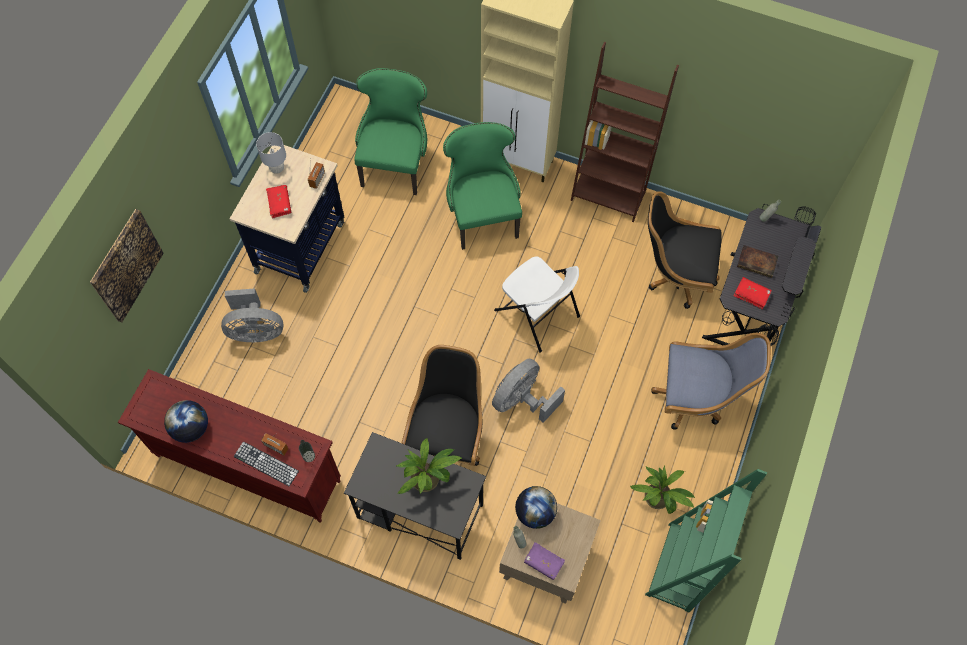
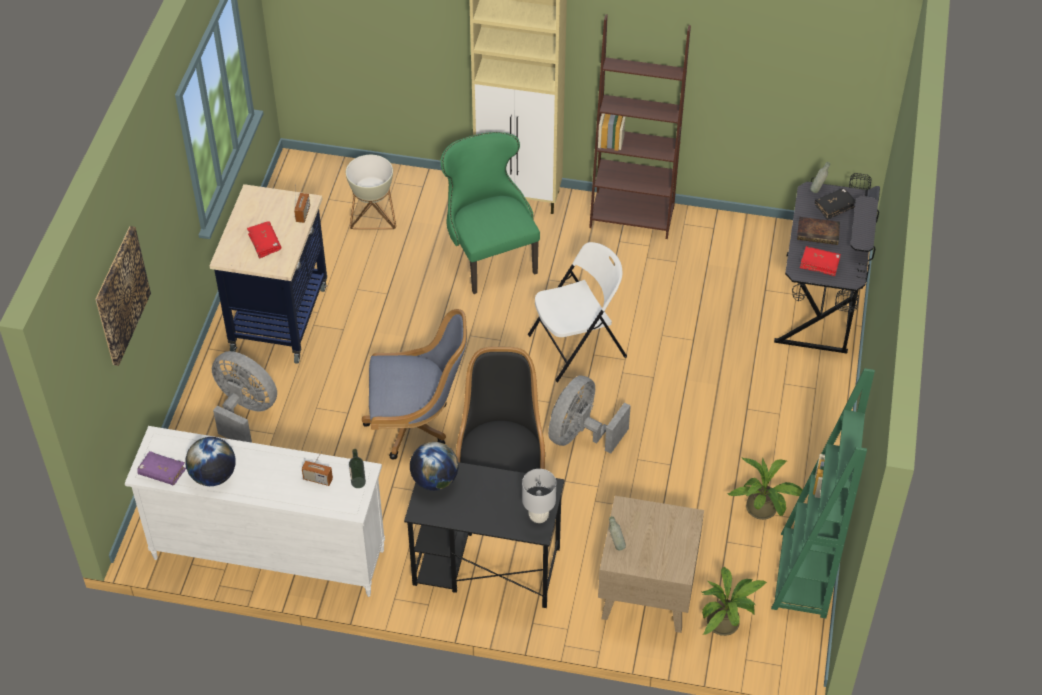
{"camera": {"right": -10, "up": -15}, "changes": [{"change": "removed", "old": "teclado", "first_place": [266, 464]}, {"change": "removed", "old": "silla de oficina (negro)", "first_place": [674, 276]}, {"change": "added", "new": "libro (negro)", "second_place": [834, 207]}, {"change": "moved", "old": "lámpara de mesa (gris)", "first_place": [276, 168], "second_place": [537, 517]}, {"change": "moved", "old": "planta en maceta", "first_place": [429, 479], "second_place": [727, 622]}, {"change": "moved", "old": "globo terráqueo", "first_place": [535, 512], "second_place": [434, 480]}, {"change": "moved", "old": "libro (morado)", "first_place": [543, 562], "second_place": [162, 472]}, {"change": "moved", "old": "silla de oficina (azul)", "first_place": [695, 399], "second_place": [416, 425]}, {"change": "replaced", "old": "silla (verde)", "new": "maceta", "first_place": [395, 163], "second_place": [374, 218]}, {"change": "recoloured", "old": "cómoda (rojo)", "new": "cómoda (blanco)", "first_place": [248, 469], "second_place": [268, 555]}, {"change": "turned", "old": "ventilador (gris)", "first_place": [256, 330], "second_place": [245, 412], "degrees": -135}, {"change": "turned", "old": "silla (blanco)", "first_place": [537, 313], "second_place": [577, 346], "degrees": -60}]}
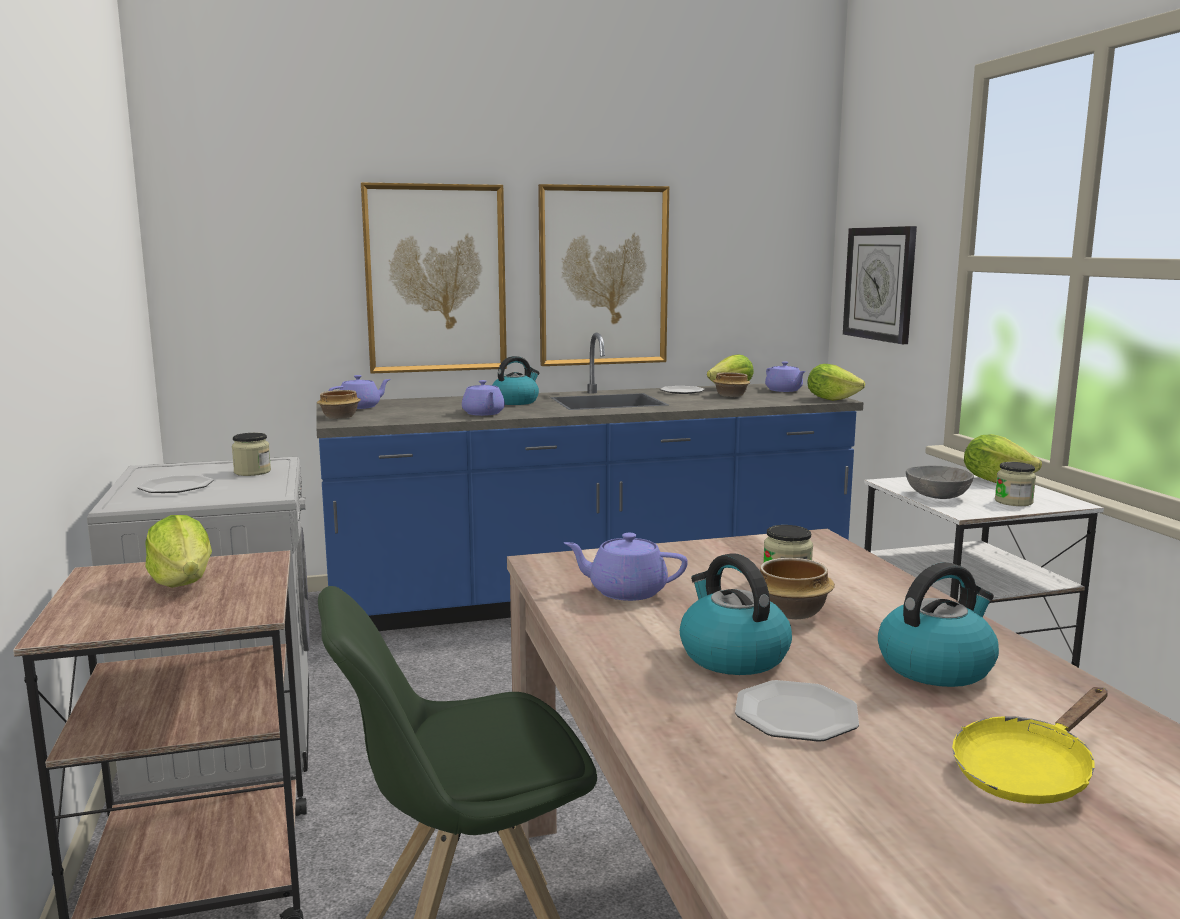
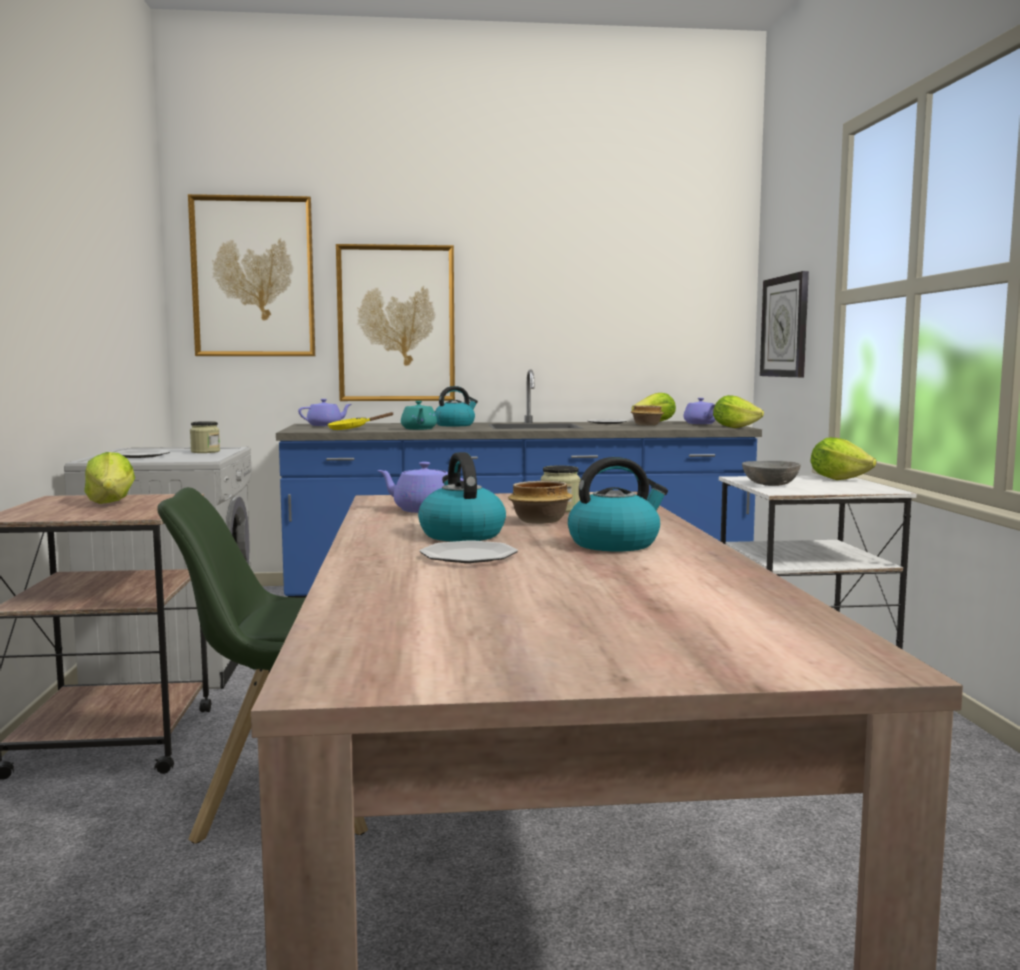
{"camera": {"right": 10, "up": -5}, "changes": [{"change": "removed", "old": "cuenco", "first_place": [340, 417]}, {"change": "removed", "old": "tarro", "first_place": [1013, 502]}, {"change": "moved", "old": "cuadro", "first_place": [603, 276], "second_place": [253, 277]}, {"change": "moved", "old": "sartén (amarillo)", "first_place": [1027, 772], "second_place": [352, 429]}, {"change": "recoloured", "old": "tetera (morado)", "new": "tetera (turquesa)", "first_place": [483, 413], "second_place": [419, 429]}]}
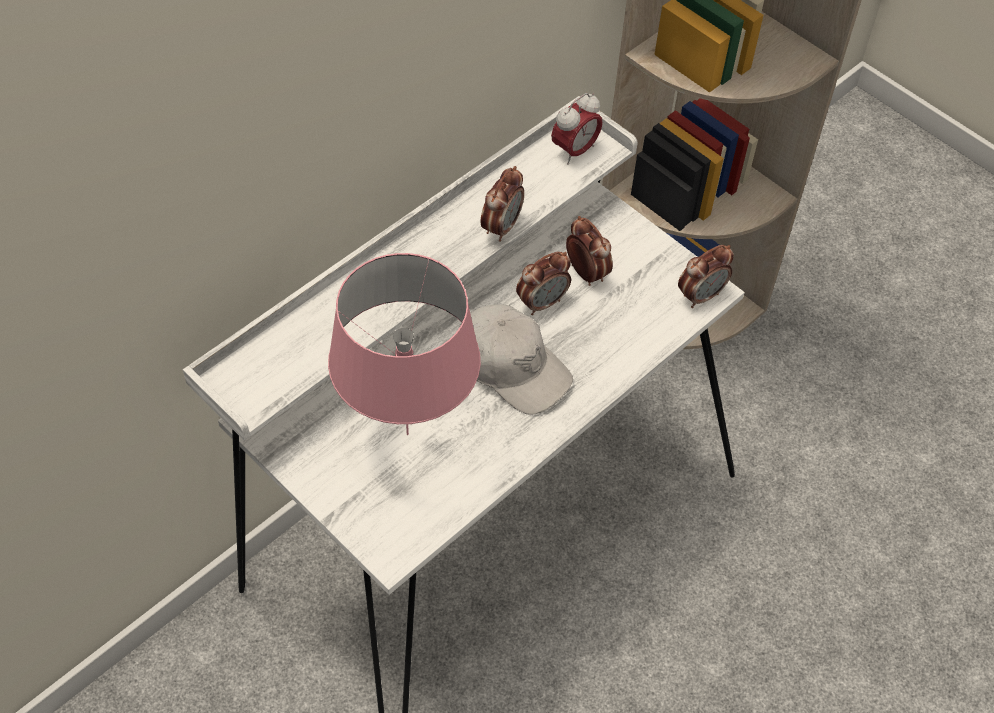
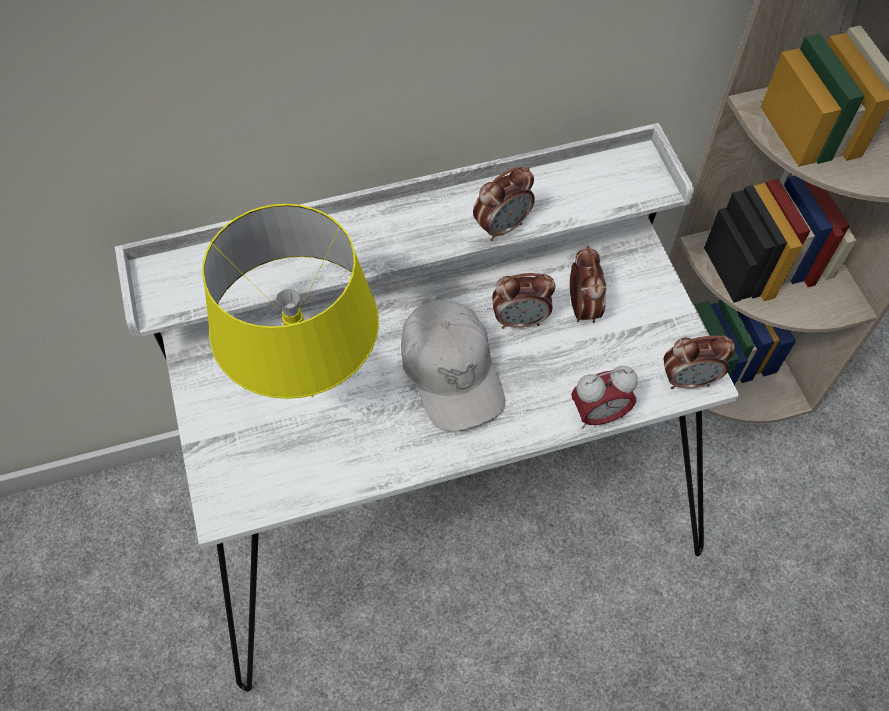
{"camera": {"right": 30, "up": 5}, "changes": [{"change": "moved", "old": "despertador", "first_place": [574, 151], "second_place": [598, 414]}, {"change": "recoloured", "old": "lámpara de mesa (rosa)", "new": "lámpara de mesa (amarillo)", "first_place": [407, 432], "second_place": [312, 394]}]}
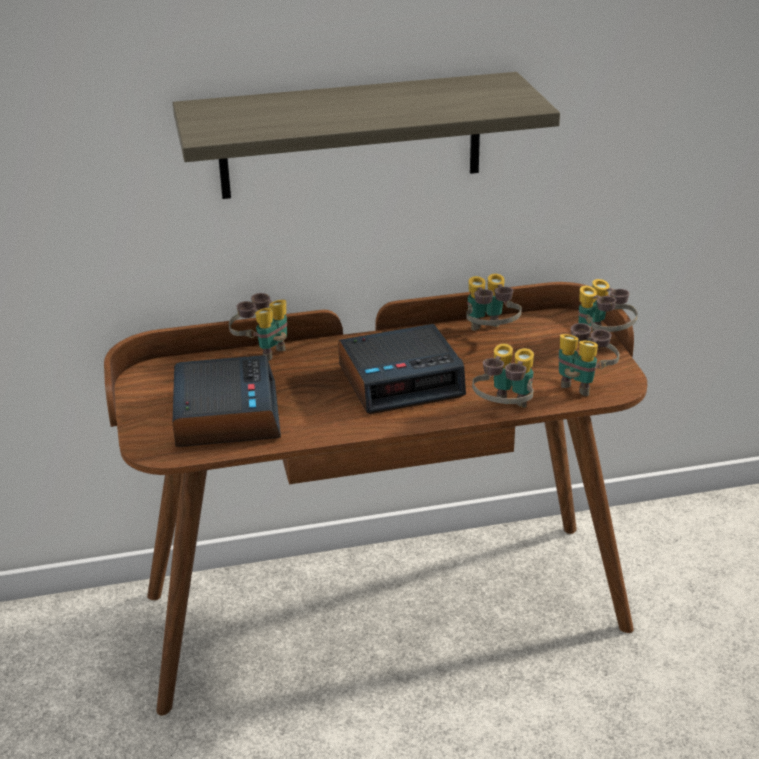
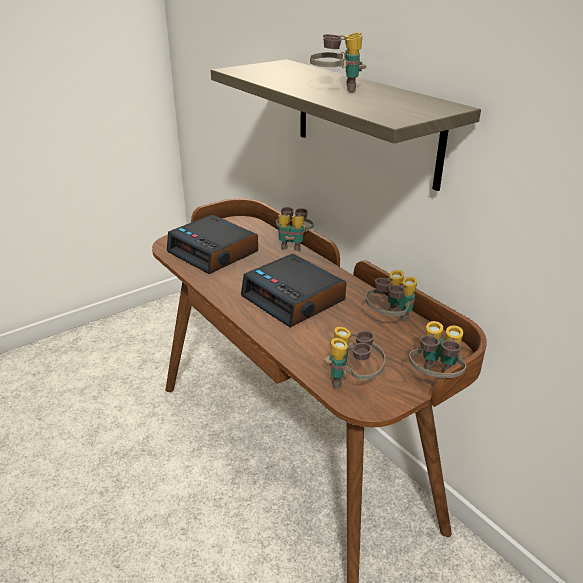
{"camera": {"right": 65, "up": 0}, "changes": [{"change": "moved", "old": "prismáticos", "first_place": [505, 411], "second_place": [337, 89]}, {"change": "turned", "old": "despertador", "first_place": [225, 414], "second_place": [214, 252], "degrees": 75}]}
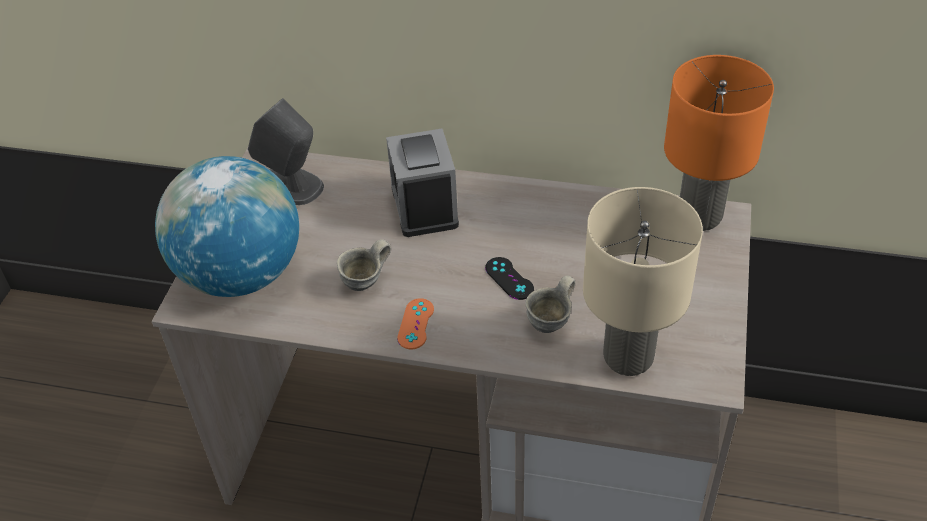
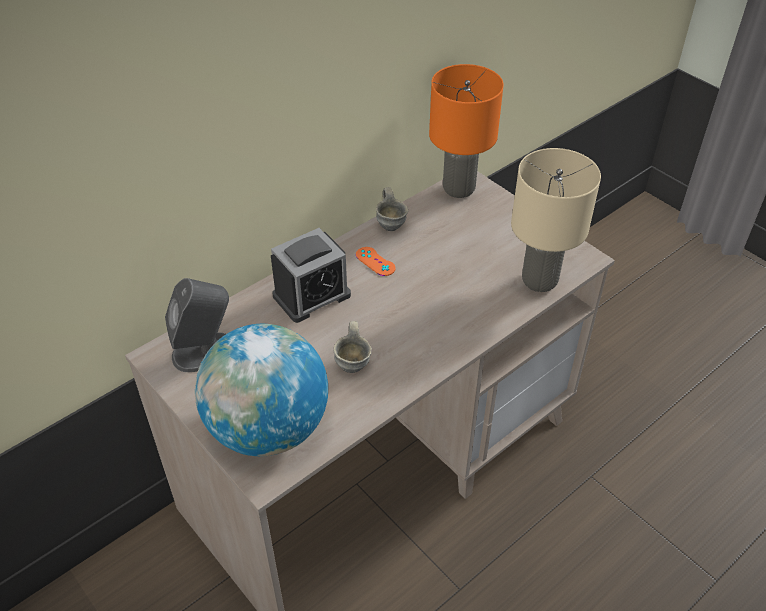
{"camera": {"right": -55, "up": 0}, "changes": [{"change": "removed", "old": "mando de consola (negro)", "first_place": [509, 278]}, {"change": "moved", "old": "mando de consola (naranja)", "first_place": [416, 324], "second_place": [375, 261]}, {"change": "moved", "old": "taza grande (gris)", "first_place": [552, 324], "second_place": [392, 224]}, {"change": "turned", "old": "despertador", "first_place": [424, 206], "second_place": [311, 295], "degrees": -60}]}
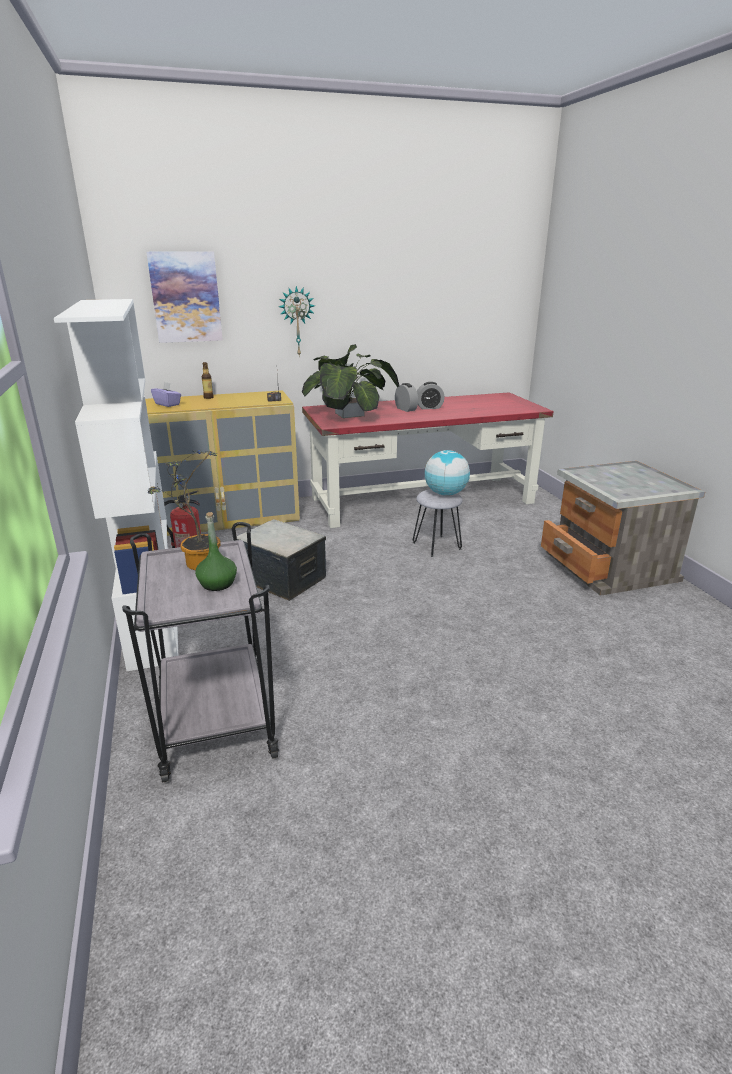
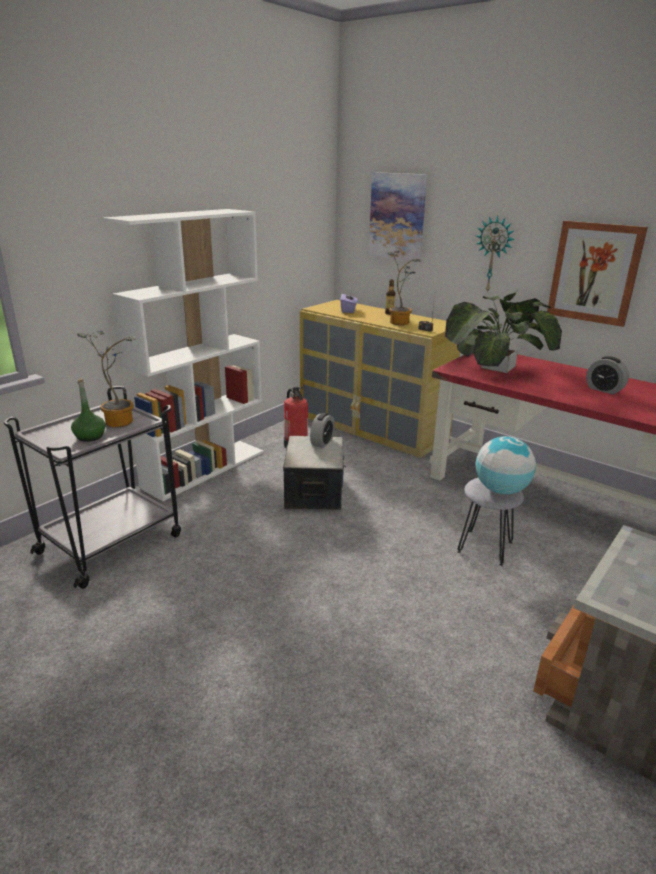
{"camera": {"right": 55, "up": 0}, "changes": [{"change": "added", "new": "planta en maceta", "second_place": [400, 322]}, {"change": "added", "new": "cuadro", "second_place": [594, 273]}, {"change": "moved", "old": "despertador", "first_place": [406, 409], "second_place": [322, 442]}]}
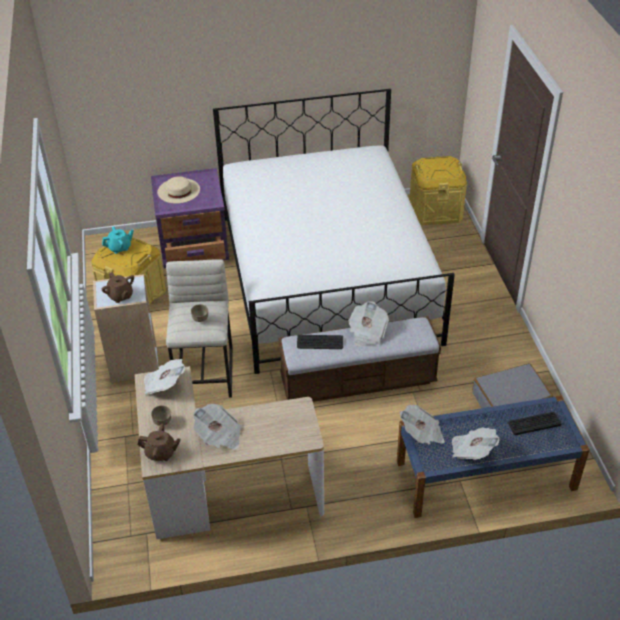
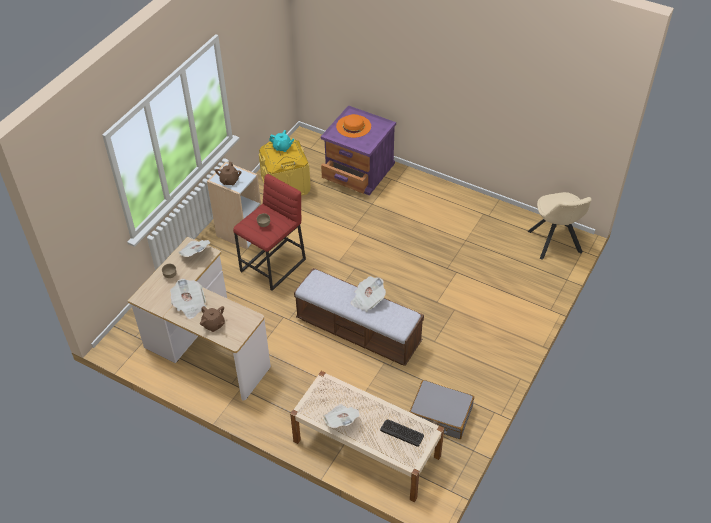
{"camera": {"right": 40, "up": 5}, "changes": [{"change": "removed", "old": "cama (blanco)", "first_place": [326, 277]}, {"change": "removed", "old": "teclado", "first_place": [320, 342]}, {"change": "removed", "old": "periódico", "first_place": [422, 434]}, {"change": "moved", "old": "tetera (marrón)", "first_place": [161, 453], "second_place": [213, 325]}, {"change": "replaced", "old": "caja de almacenaje (amarillo)", "new": "silla (beis)", "first_place": [435, 210], "second_place": [555, 243]}, {"change": "recoloured", "old": "sombrero (beis)", "new": "sombrero (naranja)", "first_place": [178, 190], "second_place": [353, 126]}, {"change": "recoloured", "old": "taburete (beis)", "new": "taburete (rojo)", "first_place": [205, 373], "second_place": [273, 265]}, {"change": "recoloured", "old": "banco (azul)", "new": "banco (beis)", "first_place": [485, 476], "second_place": [366, 449]}]}
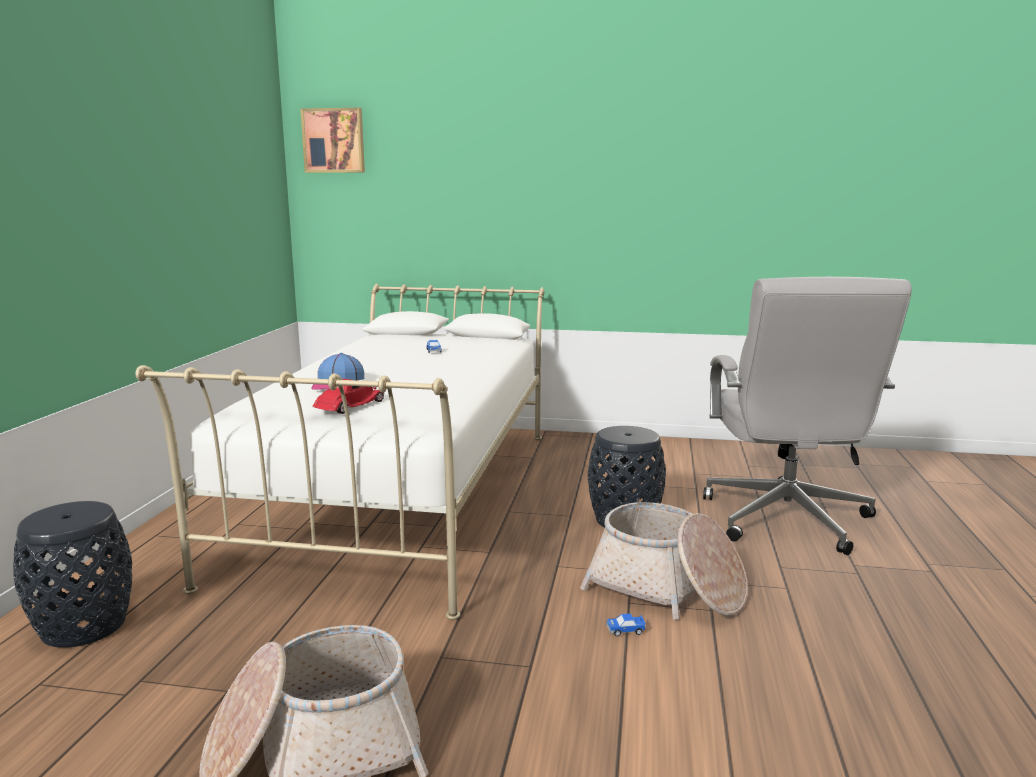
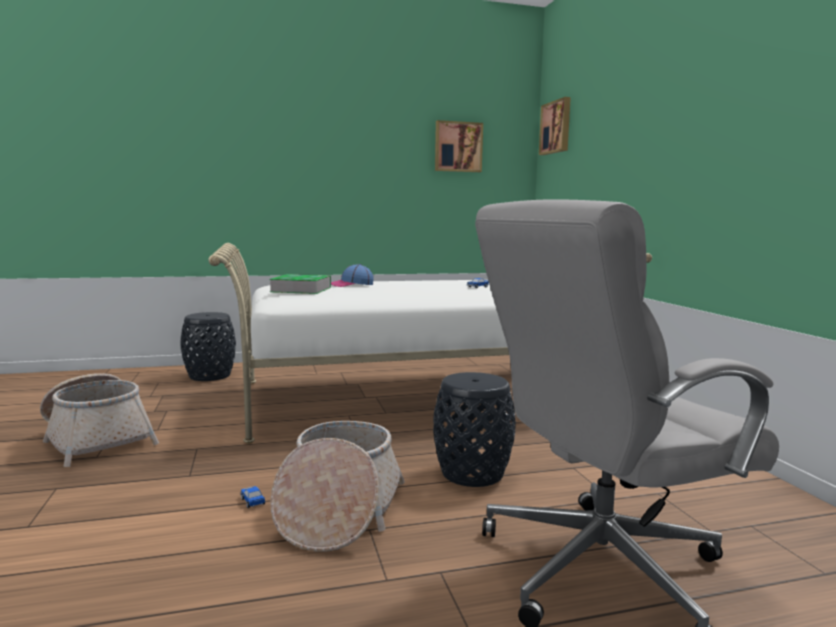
{"camera": {"right": 65, "up": -5}, "changes": [{"change": "added", "new": "cuadro", "second_place": [458, 147]}, {"change": "replaced", "old": "coche de juguete (rojo)", "new": "libro", "first_place": [349, 406], "second_place": [301, 289]}]}
